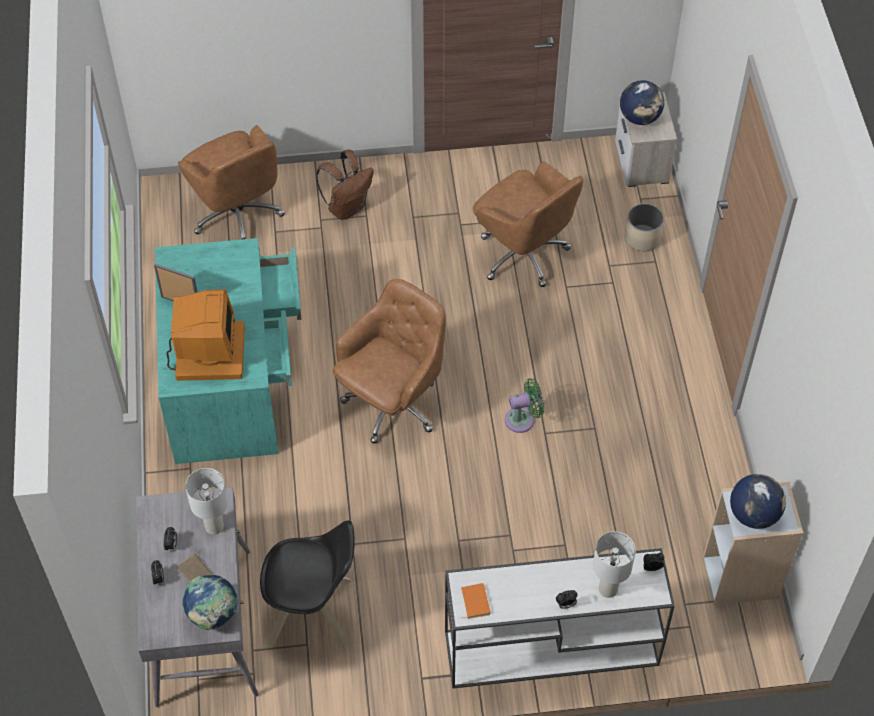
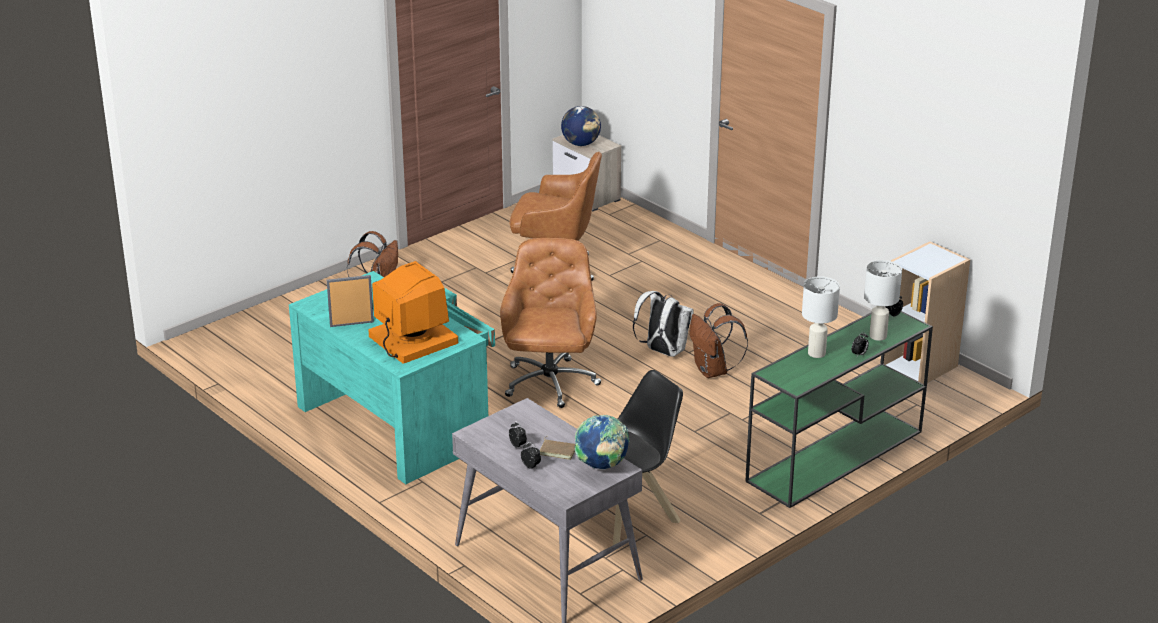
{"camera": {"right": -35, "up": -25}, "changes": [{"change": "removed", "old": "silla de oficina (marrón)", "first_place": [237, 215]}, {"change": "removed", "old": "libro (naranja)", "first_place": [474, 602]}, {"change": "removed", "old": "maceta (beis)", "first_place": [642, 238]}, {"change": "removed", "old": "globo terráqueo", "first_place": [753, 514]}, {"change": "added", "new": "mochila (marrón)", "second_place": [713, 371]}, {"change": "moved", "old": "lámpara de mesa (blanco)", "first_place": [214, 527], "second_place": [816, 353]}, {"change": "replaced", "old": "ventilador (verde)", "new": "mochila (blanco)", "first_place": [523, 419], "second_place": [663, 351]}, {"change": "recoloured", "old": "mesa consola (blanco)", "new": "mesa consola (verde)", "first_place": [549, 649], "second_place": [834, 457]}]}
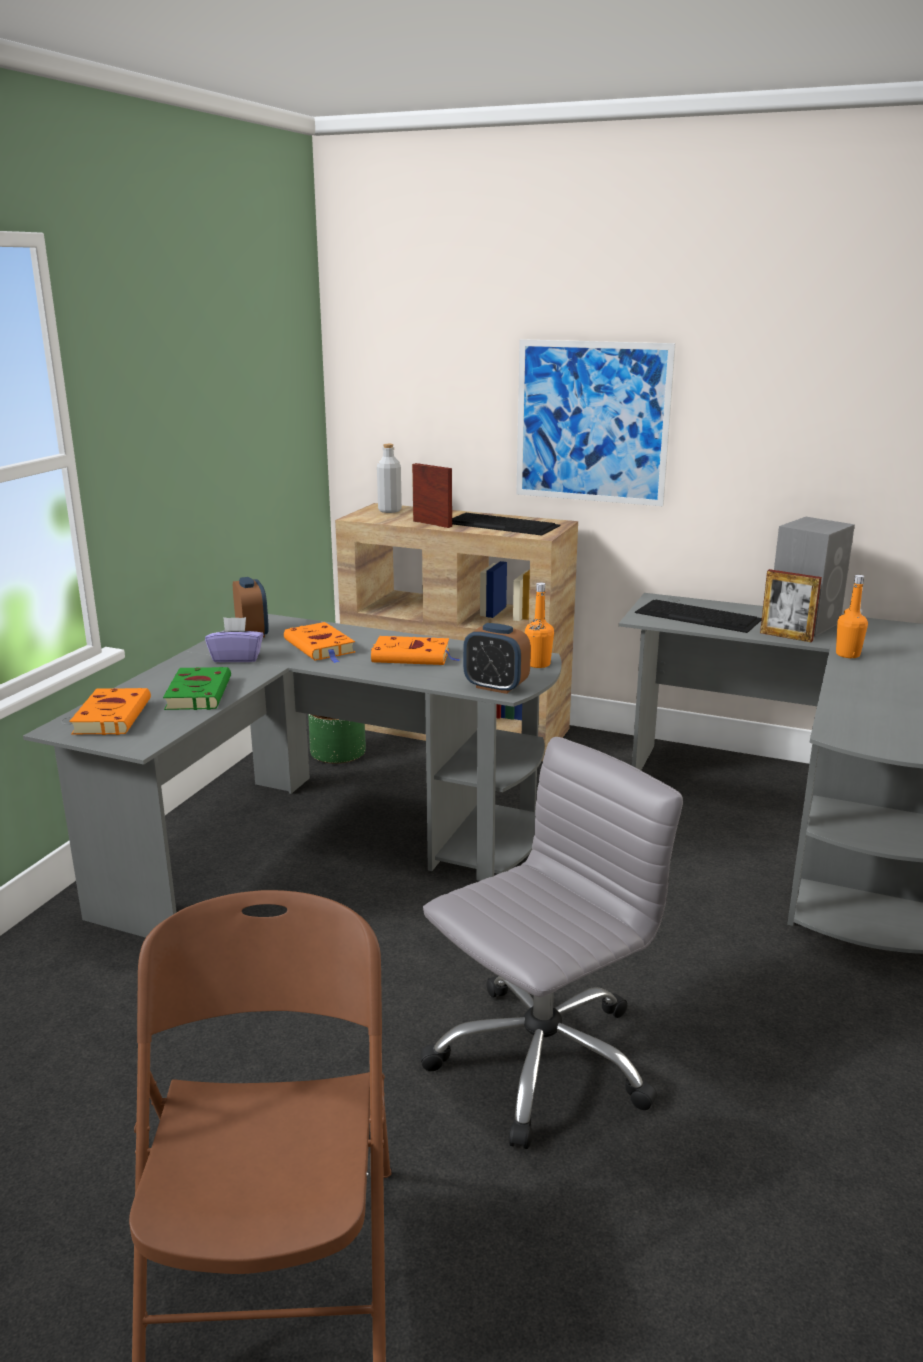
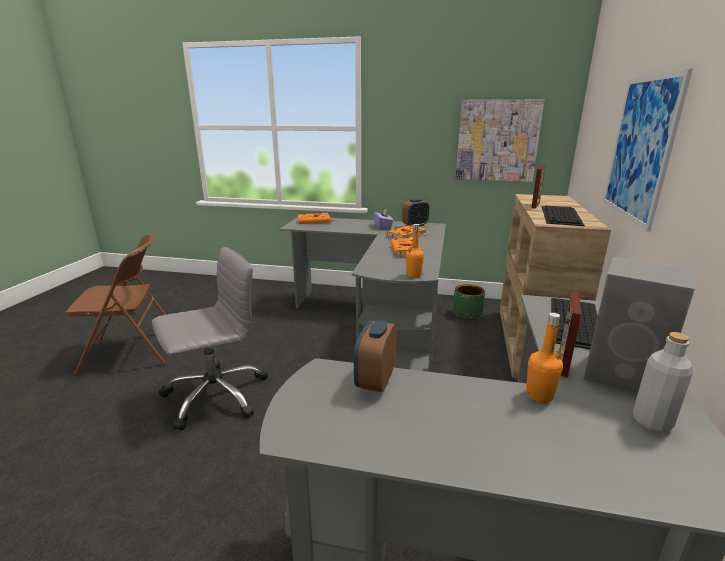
{"camera": {"right": 80, "up": 0}, "changes": [{"change": "removed", "old": "libro (verde)", "first_place": [198, 693]}, {"change": "added", "new": "cuadro", "second_place": [497, 141]}, {"change": "moved", "old": "botella (gris)", "first_place": [389, 510], "second_place": [651, 422]}, {"change": "moved", "old": "despertador", "first_place": [496, 687], "second_place": [375, 380]}, {"change": "turned", "old": "silla de oficina (gris)", "first_place": [541, 1059], "second_place": [216, 395], "degrees": -75}]}
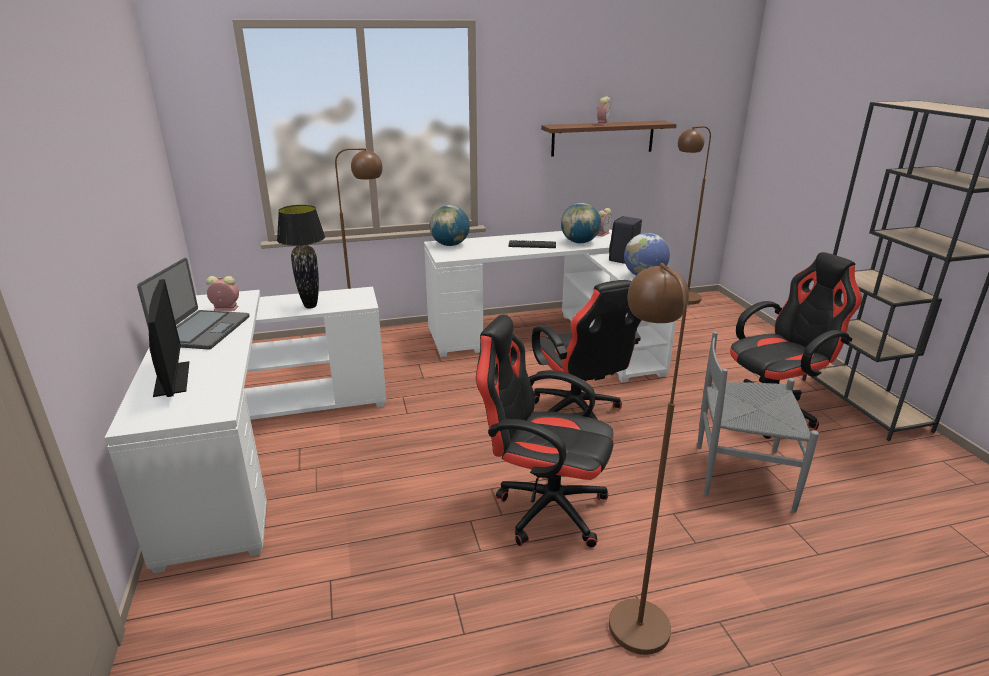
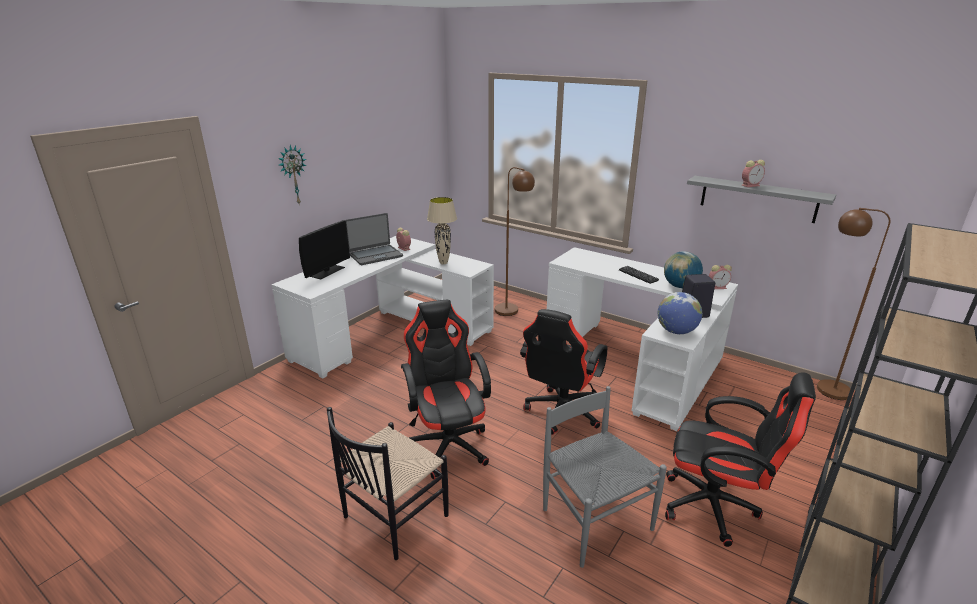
{"camera": {"right": 50, "up": 0}, "changes": [{"change": "removed", "old": "globo terráqueo", "first_place": [450, 245]}, {"change": "added", "new": "reloj de pared", "second_place": [293, 175]}, {"change": "replaced", "old": "lámpara de pie (marrón)", "new": "silla (negro)", "first_place": [631, 613], "second_place": [392, 519]}, {"change": "recoloured", "old": "lámpara de mesa (negro)", "new": "lámpara de mesa (beis)", "first_place": [310, 306], "second_place": [443, 263]}, {"change": "recoloured", "old": "estante (marrón)", "new": "estante (gris)", "first_place": [603, 138], "second_place": [758, 199]}]}
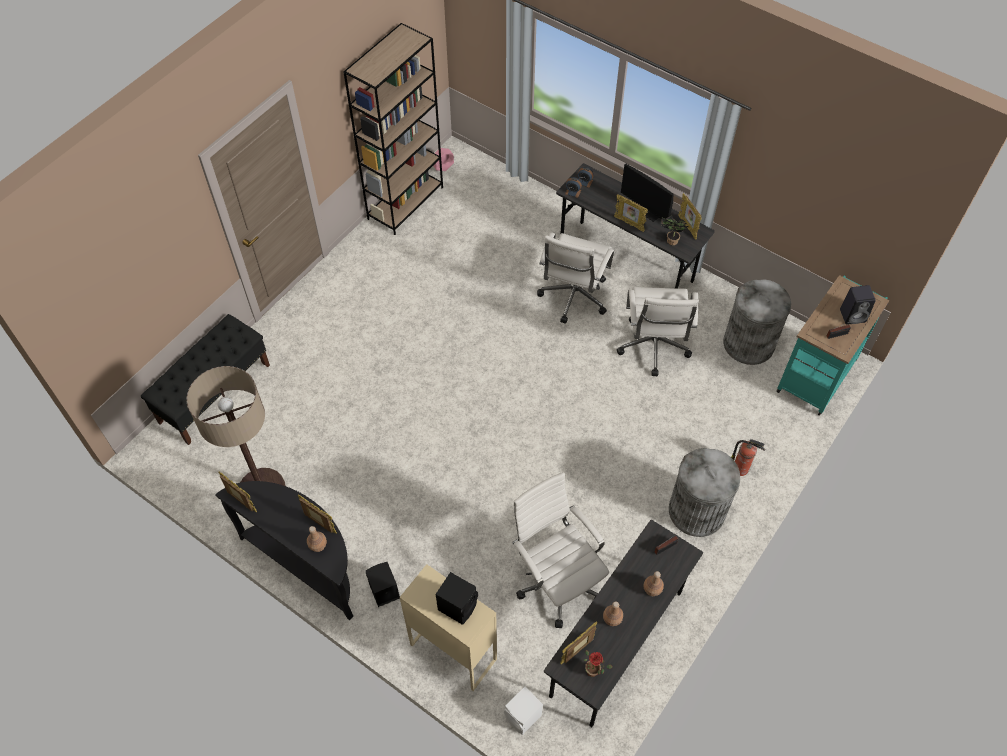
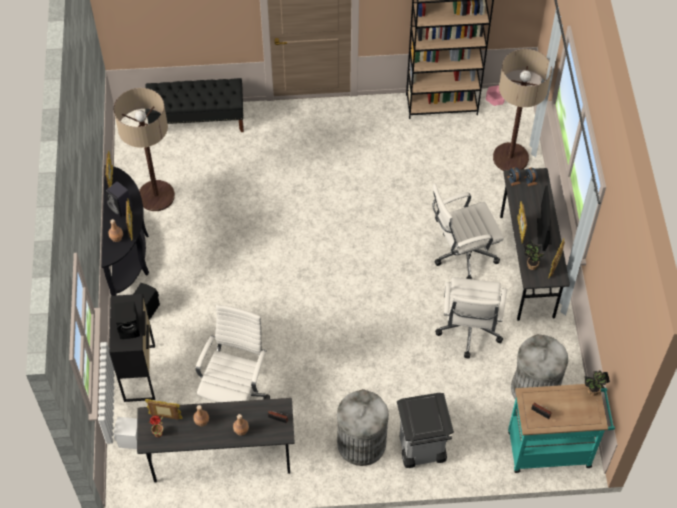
{"camera": {"right": 50, "up": 0}, "changes": [{"change": "added", "new": "lámpara de pie", "second_place": [510, 158]}, {"change": "added", "new": "planta en maceta", "second_place": [592, 392]}, {"change": "moved", "old": "altavoz (negro)", "first_place": [853, 315], "second_place": [121, 207]}, {"change": "replaced", "old": "extintor", "new": "papelera (gris)", "first_place": [741, 469], "second_place": [420, 450]}, {"change": "recoloured", "old": "armario (beis)", "new": "armario (negro)", "first_place": [453, 650], "second_place": [140, 372]}, {"change": "turned", "old": "silla de oficina (blanco)", "first_place": [653, 349], "second_place": [469, 332], "degrees": -45}]}
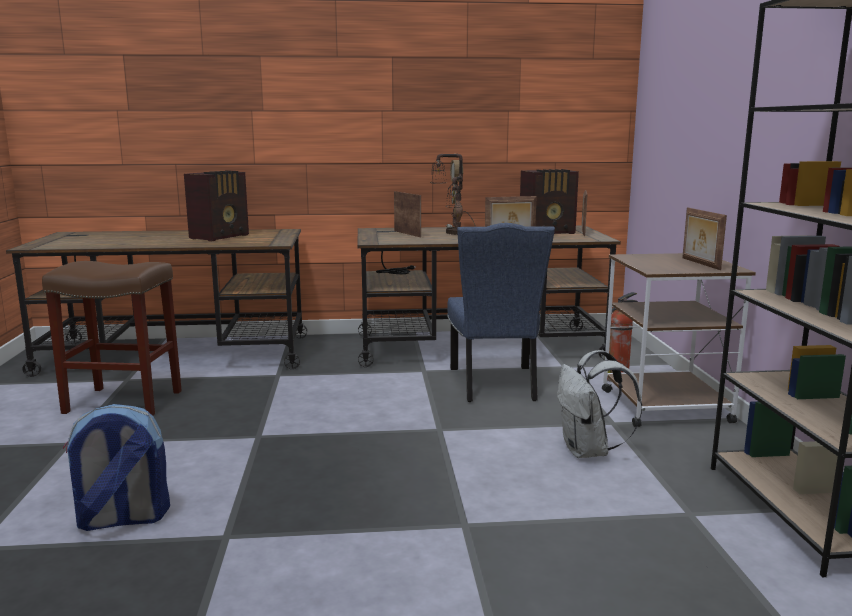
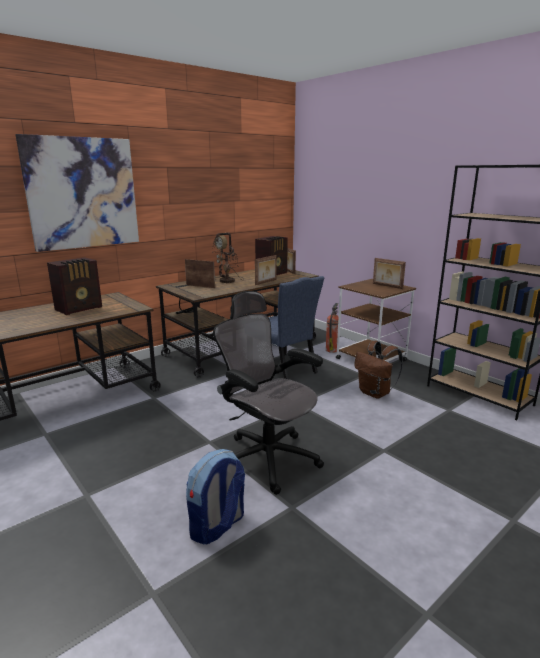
{"camera": {"right": -35, "up": 5}, "changes": [{"change": "removed", "old": "taburete (marrón)", "first_place": [122, 402]}, {"change": "added", "new": "cuadro", "second_place": [83, 193]}, {"change": "added", "new": "silla de oficina", "second_place": [267, 459]}, {"change": "recoloured", "old": "mochila (blanco)", "new": "mochila (marrón)", "first_place": [588, 451], "second_place": [375, 393]}, {"change": "turned", "old": "radio", "first_place": [221, 237], "second_place": [80, 308], "degrees": 45}]}
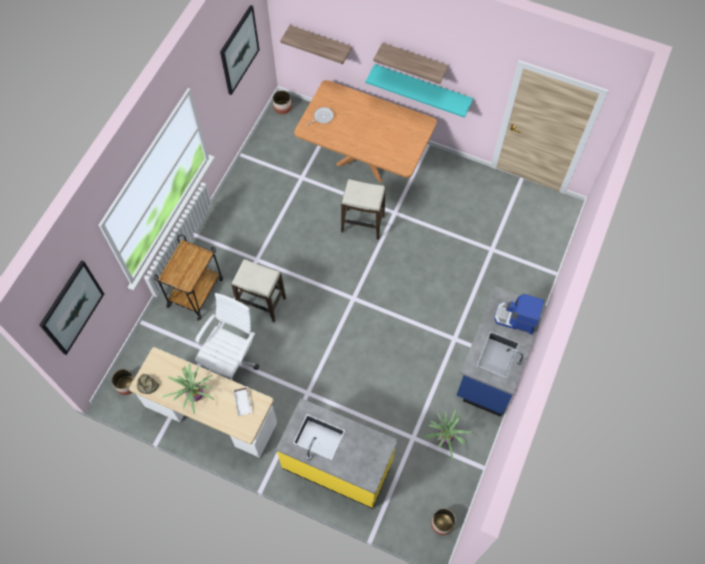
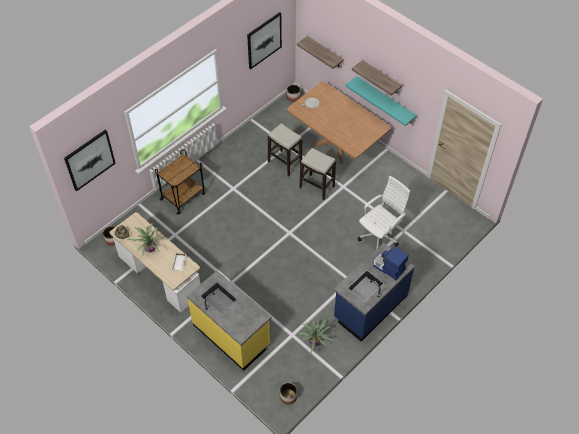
{"camera": {"right": 20, "up": -10}, "changes": [{"change": "moved", "old": "silla de oficina (blanco)", "first_place": [231, 361], "second_place": [380, 236]}, {"change": "moved", "old": "taburete", "first_place": [261, 303], "second_place": [285, 163]}]}
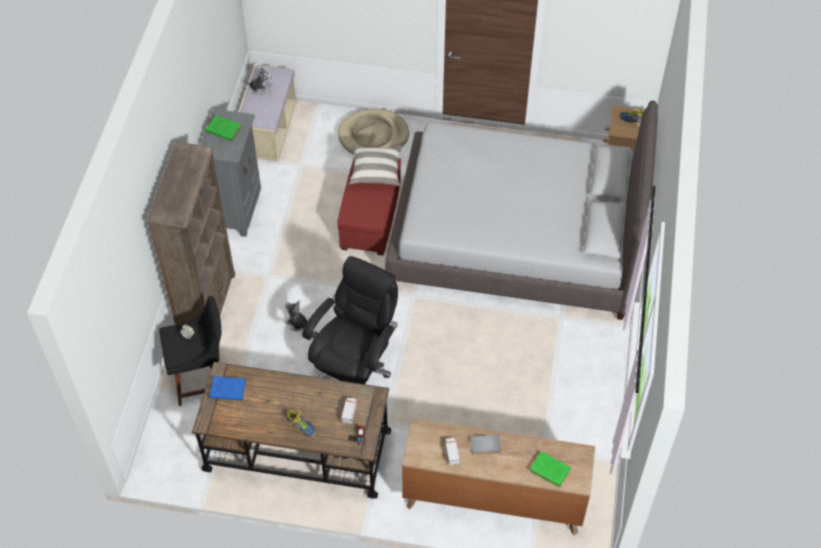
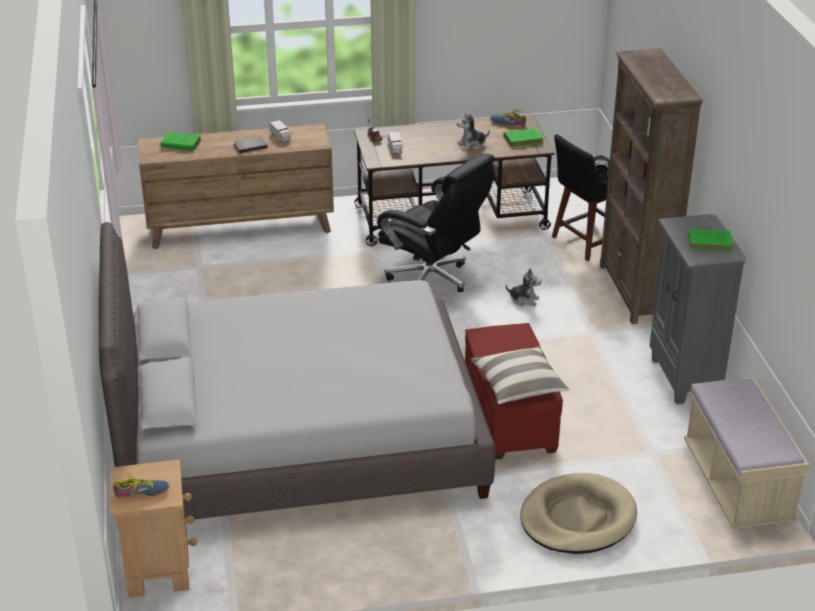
{"camera": {"right": 160, "up": -20}, "changes": [{"change": "moved", "old": "peluche", "first_place": [261, 88], "second_place": [471, 145]}, {"change": "moved", "old": "zapato", "first_place": [301, 425], "second_place": [508, 123]}, {"change": "recoloured", "old": "libro (azul)", "new": "libro (verde)", "first_place": [227, 389], "second_place": [524, 140]}, {"change": "turned", "old": "silla de oficina (negro)", "first_place": [355, 367], "second_place": [433, 281], "degrees": -60}]}
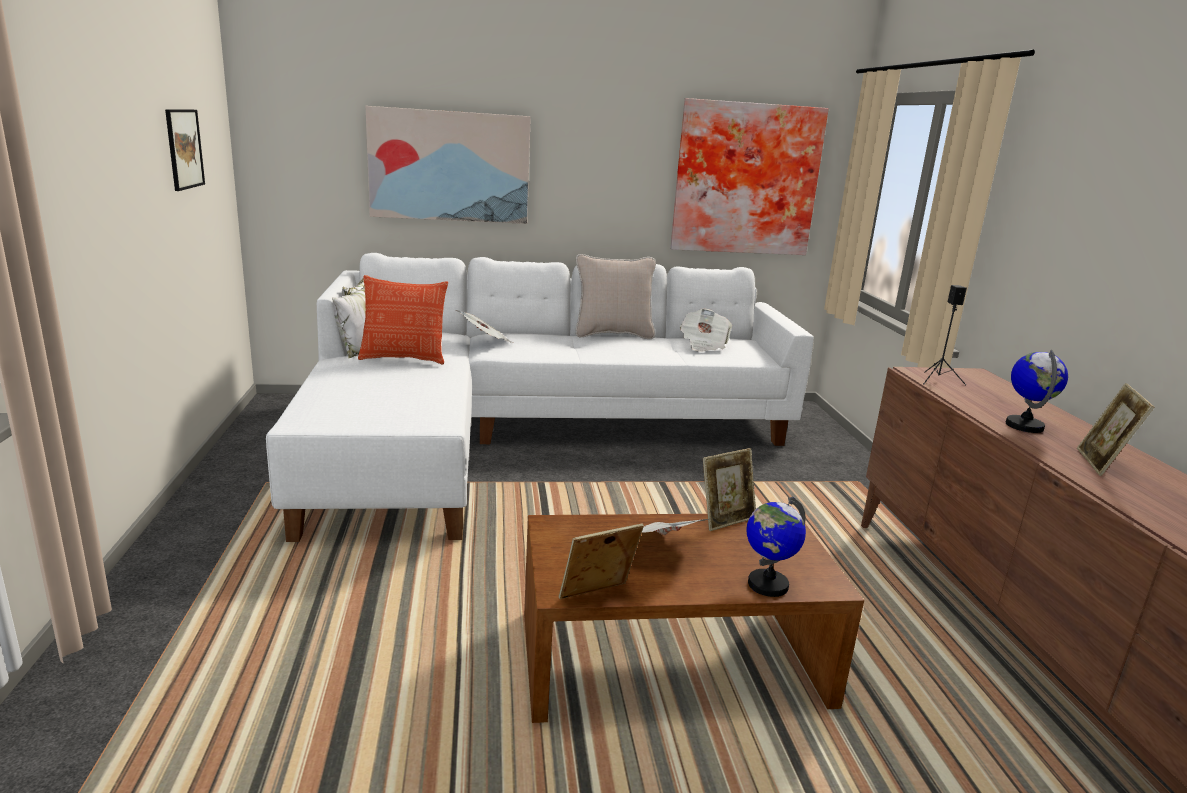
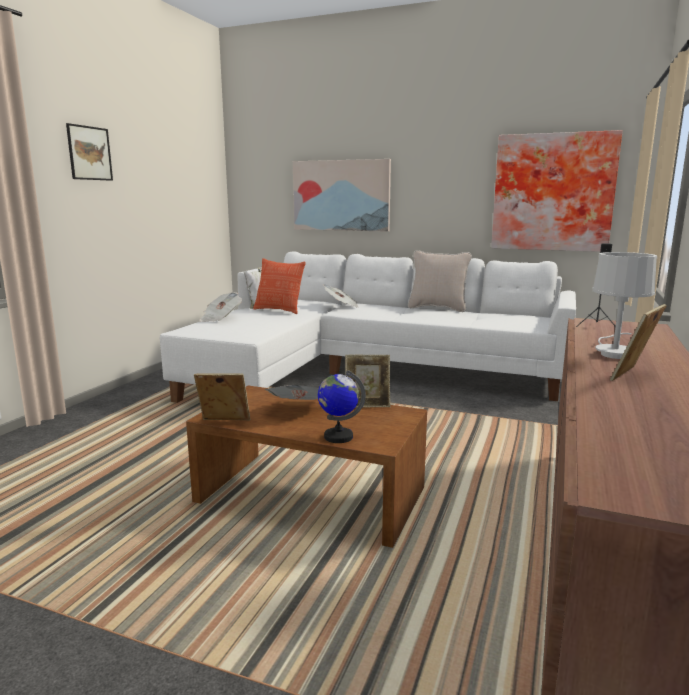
{"camera": {"right": 30, "up": -5}, "changes": [{"change": "moved", "old": "cuadro", "first_place": [184, 149], "second_place": [89, 153]}, {"change": "moved", "old": "periódico", "first_place": [703, 345], "second_place": [220, 318]}, {"change": "replaced", "old": "globo terráqueo", "new": "lámpara de mesa (blanco)", "first_place": [1024, 426], "second_place": [613, 352]}]}
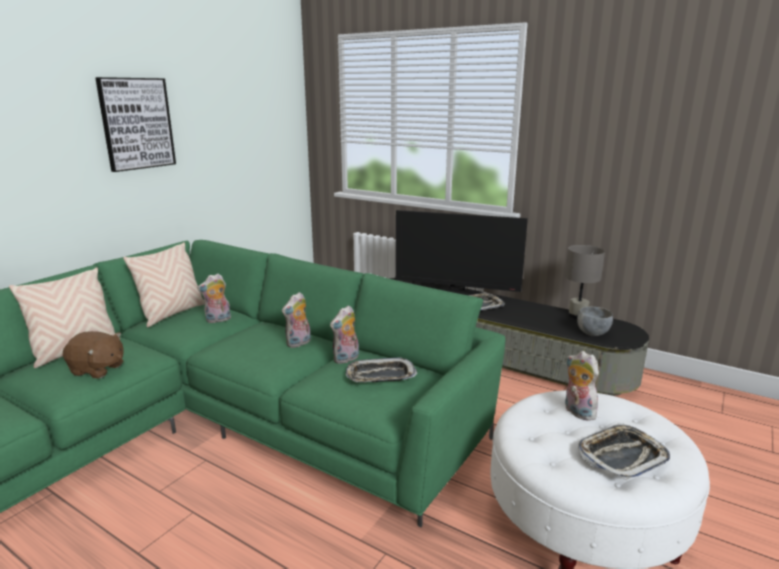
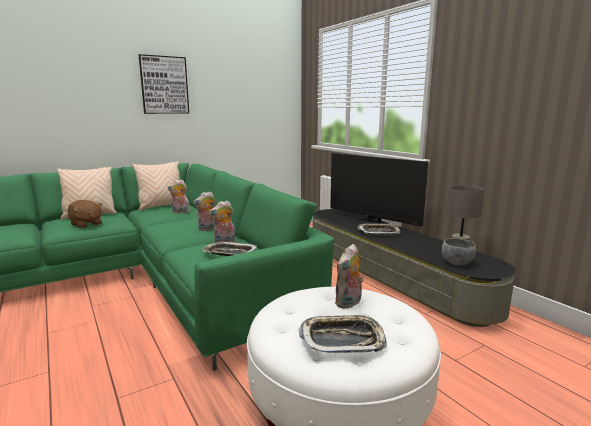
{"camera": {"right": 25, "up": -5}, "changes": [{"change": "turned", "old": "peluche", "first_place": [577, 412], "second_place": [349, 303], "degrees": -135}]}
